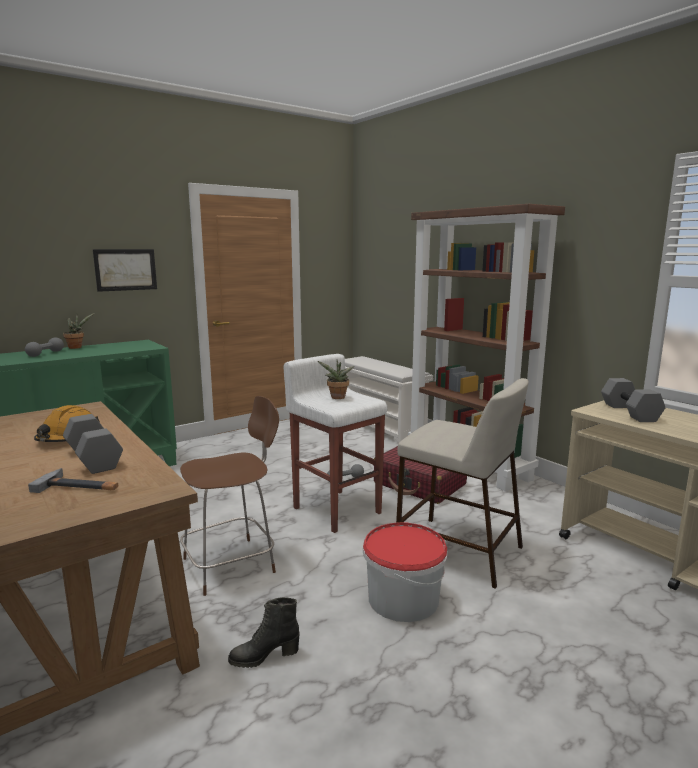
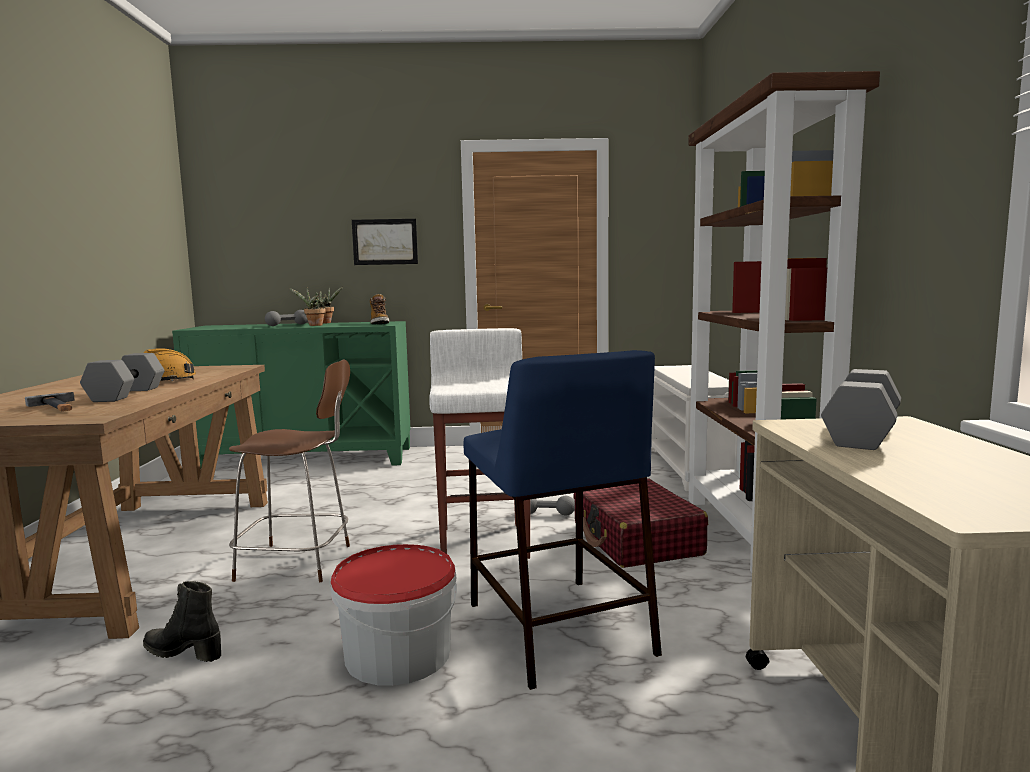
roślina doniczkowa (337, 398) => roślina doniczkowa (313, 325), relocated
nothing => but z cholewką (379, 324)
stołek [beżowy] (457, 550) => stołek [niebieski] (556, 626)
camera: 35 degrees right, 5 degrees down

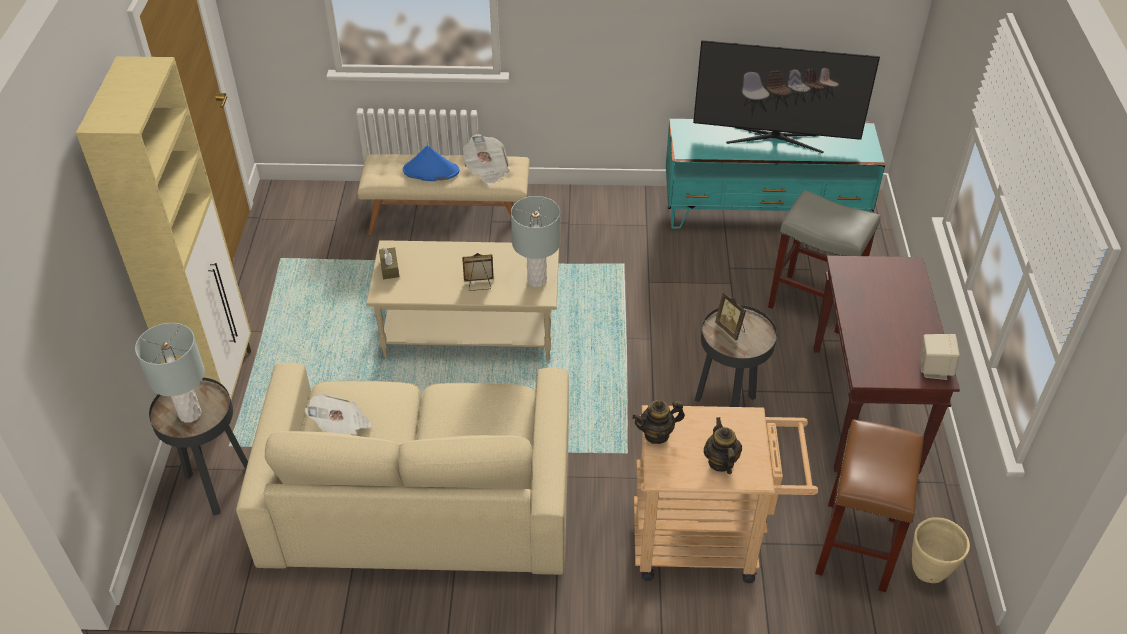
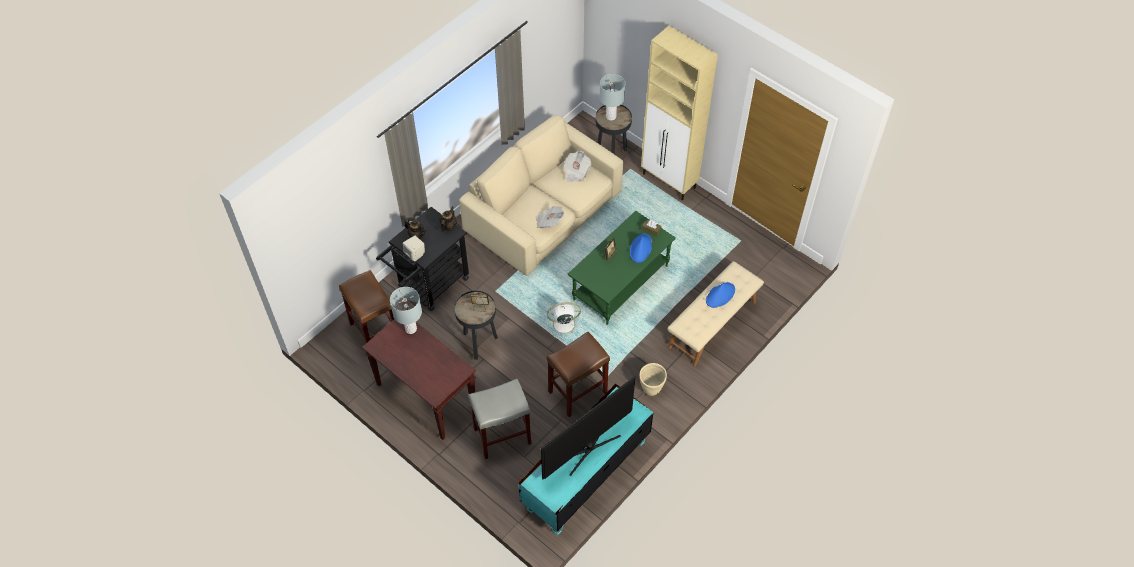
wózek [beżowy] (708, 541) => wózek [czarny] (429, 286)
lampa stołowa [szary] (536, 280) => lampa stołowa [szary] (411, 329), relocated
głośnik [beżowy] (933, 369) => głośnik [beżowy] (415, 254), relocated
gazeta (486, 170) => gazeta (549, 222), relocated
nothing => wentylator [biały] (562, 324)
nothing => stołek [brązowy] (577, 393)
ława [beżowy] (468, 332) => ława [zielony] (620, 282)
nothing => kapelusz [niebieski] (641, 248)
donica [beżowy] (929, 571) => donica [beżowy] (651, 389), relocated
camera: 130 degrees right, 10 degrees up

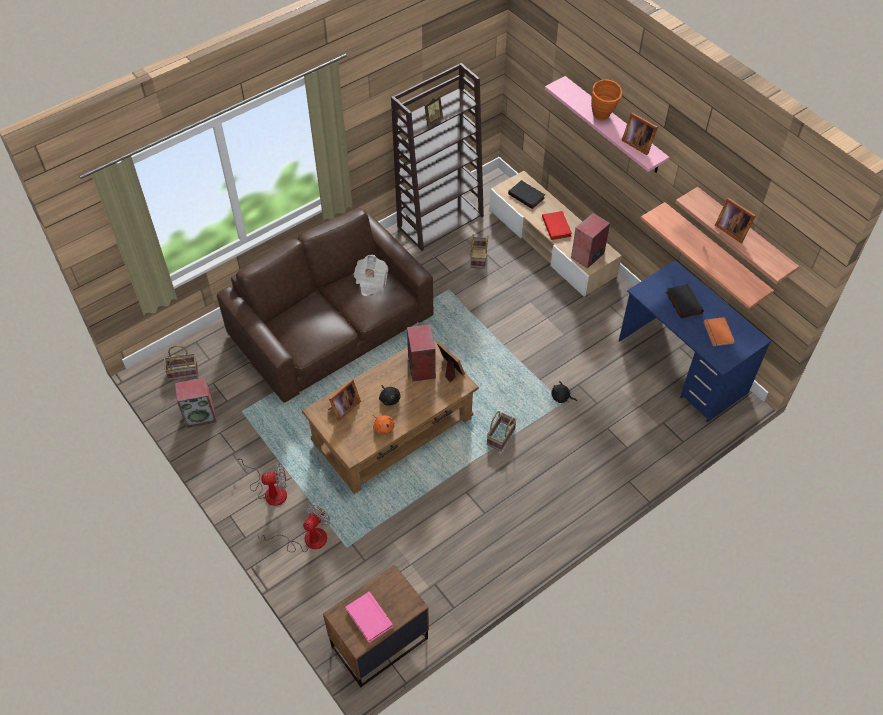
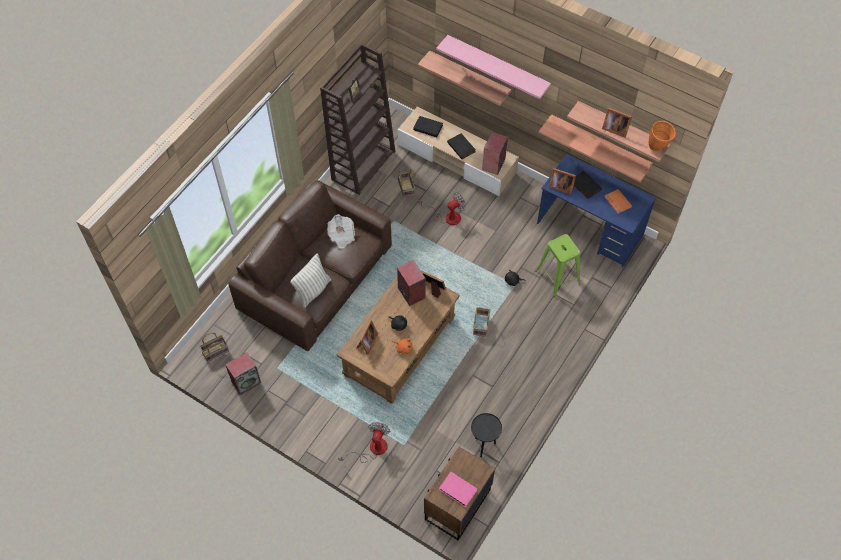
nothing => poduszka (313, 290)
nothing => półka (469, 77)
wentylator (270, 490) => wentylator (447, 217), relocated
książka [czerwony] (557, 227) => książka [czarny] (462, 147)
nothing => stolik [czarny] (484, 446)
nothing => stołek [zielony] (558, 277)
ramka na zdjęcie (637, 143) => ramka na zdjęcie (560, 186), relocated
wazon [pomarańczowy] (603, 117) => wazon [pomarańczowy] (658, 148), relocated
camera: 20 degrees left, 5 degrees up

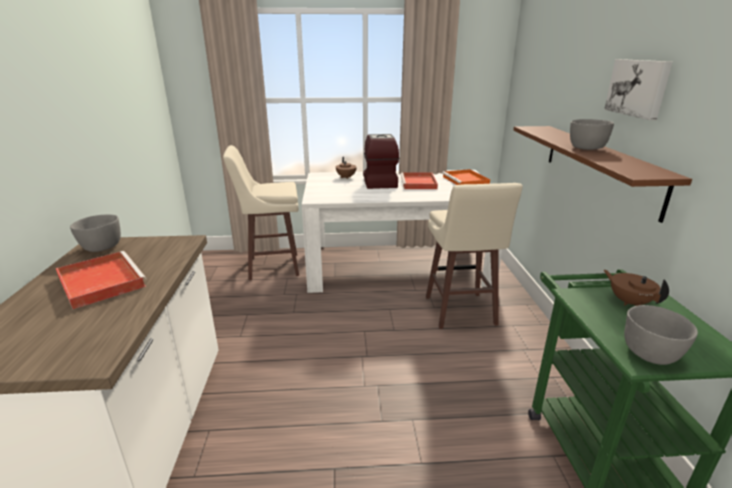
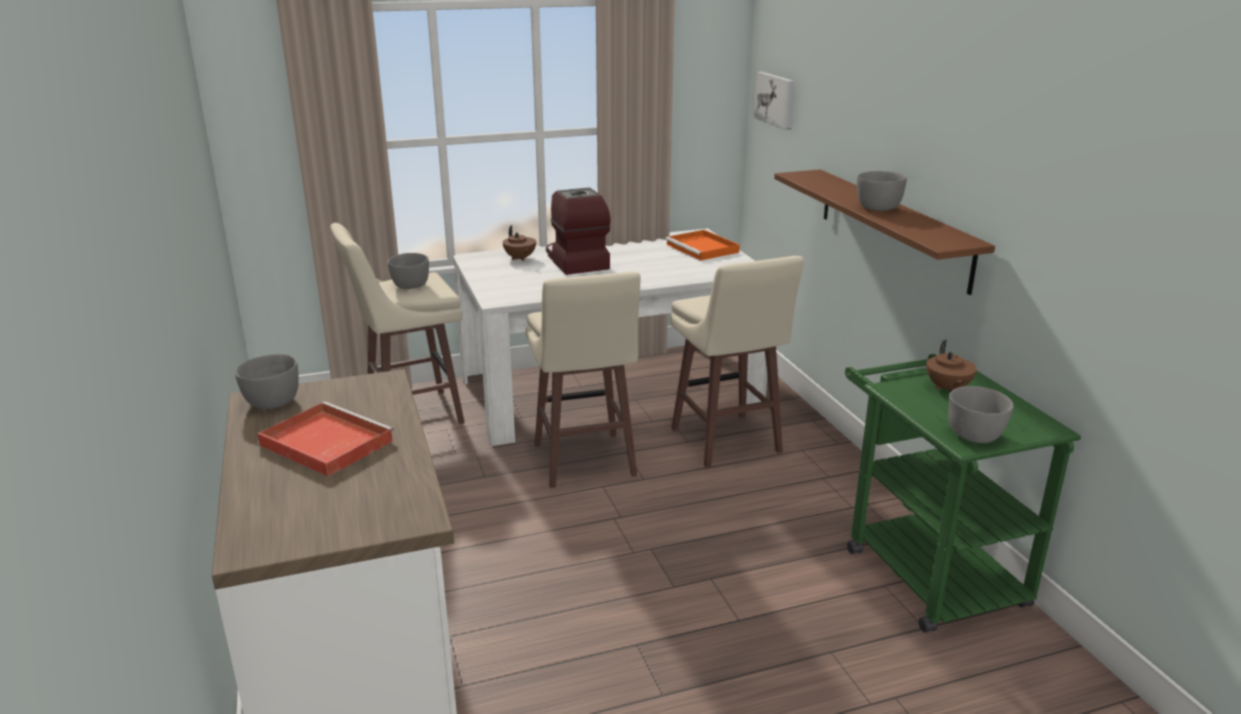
nothing => miska [szary] (410, 286)
nothing => stołek [beżowy] (584, 462)
obraz (638, 88) => obraz (776, 100), relocated
imbryk [brązowy] (629, 302) => imbryk [brązowy] (947, 388), 135 degrees counterclockwise
taca [czerwony] (419, 183) => nothing
camera: 15 degrees left, 0 degrees up

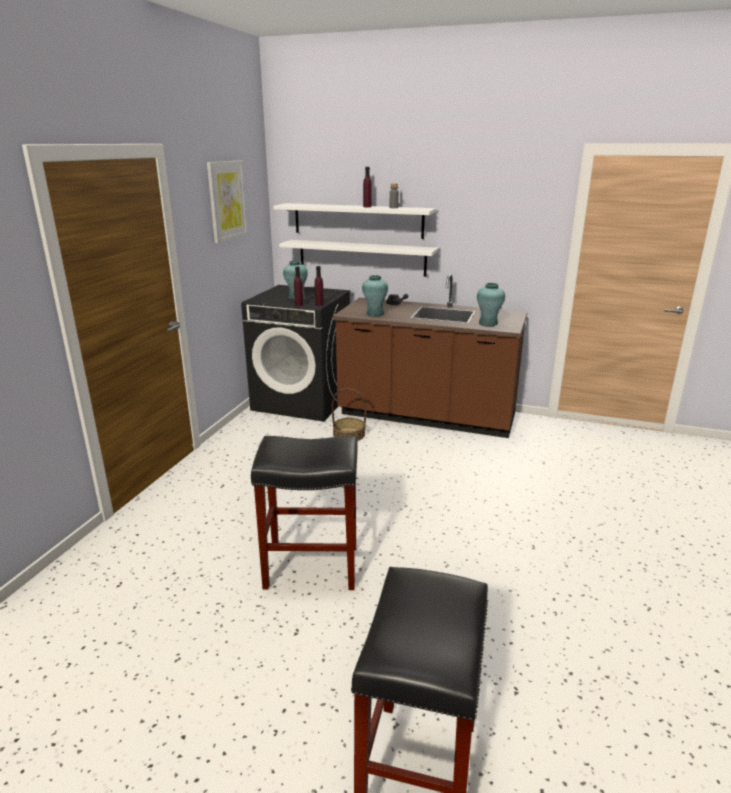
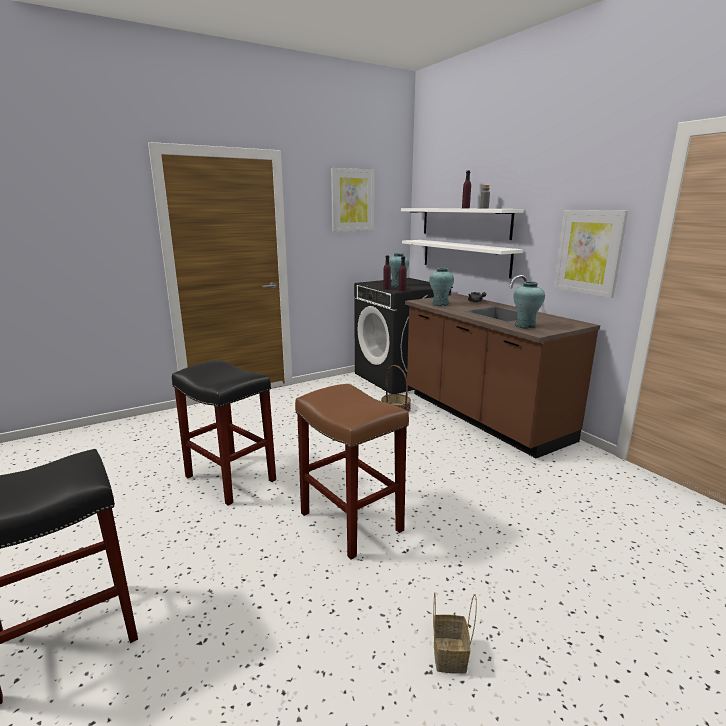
nothing => stołek [brązowy] (352, 522)
nothing => koszyk (450, 656)
nothing => obraz (589, 252)
camera: 40 degrees right, 5 degrees down

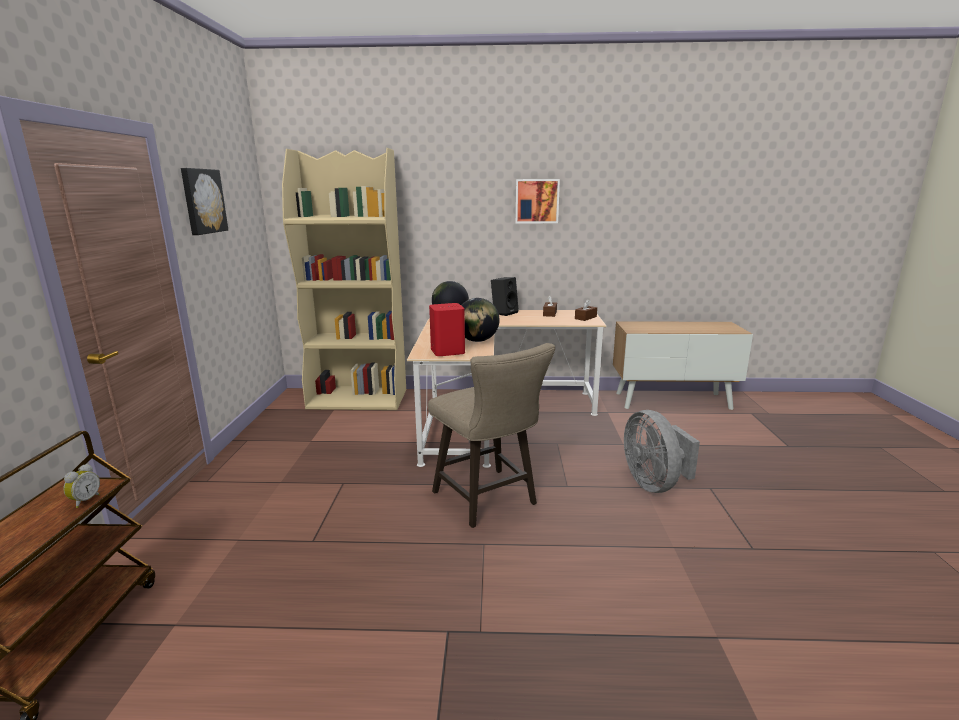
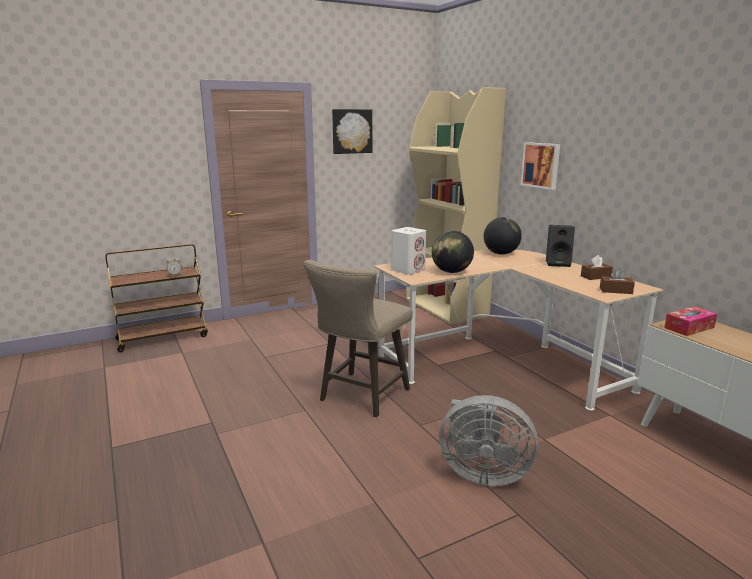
głośnik [czerwony] (447, 351) => głośnik [biały] (408, 270)
wentylator [szary] (654, 483) => wentylator [szary] (481, 473), 120 degrees counterclockwise
obraz (537, 201) => obraz (541, 165), relocated
nothing => pudełko chusteczek (689, 327)
camera: 60 degrees right, 0 degrees up

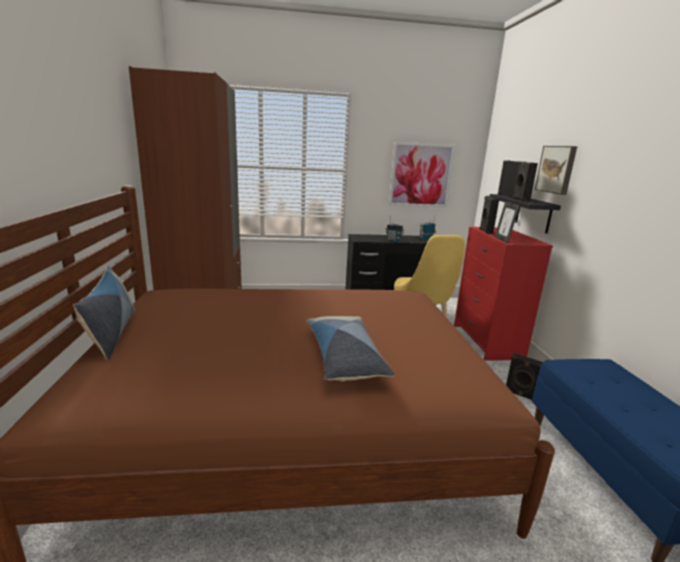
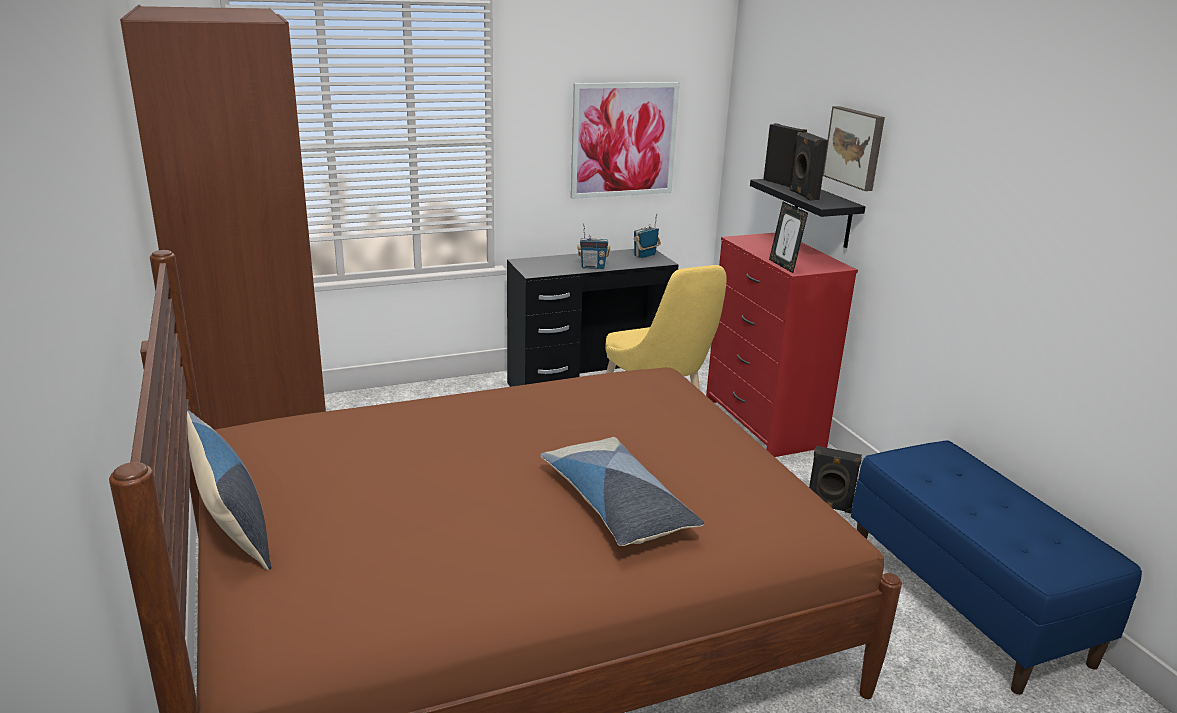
głośnik [czarny] (485, 231) => nothing
camera: 15 degrees left, 5 degrees up

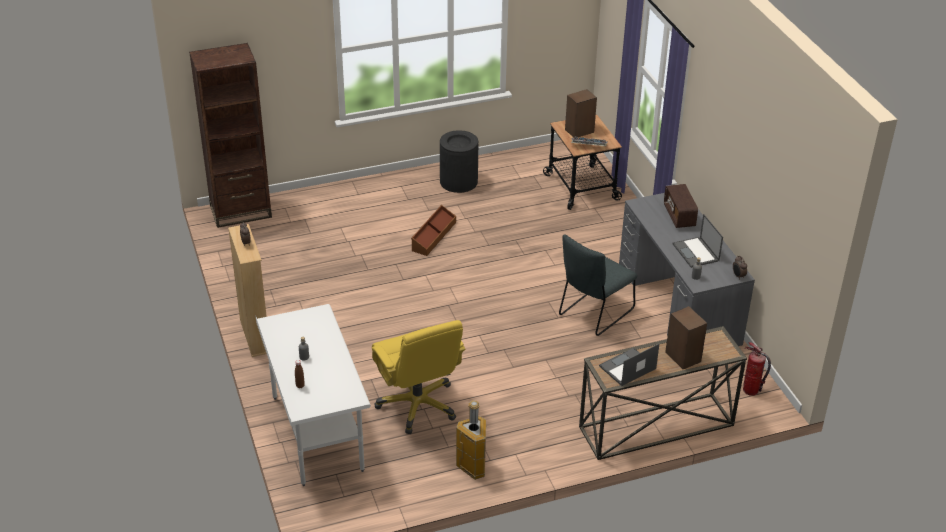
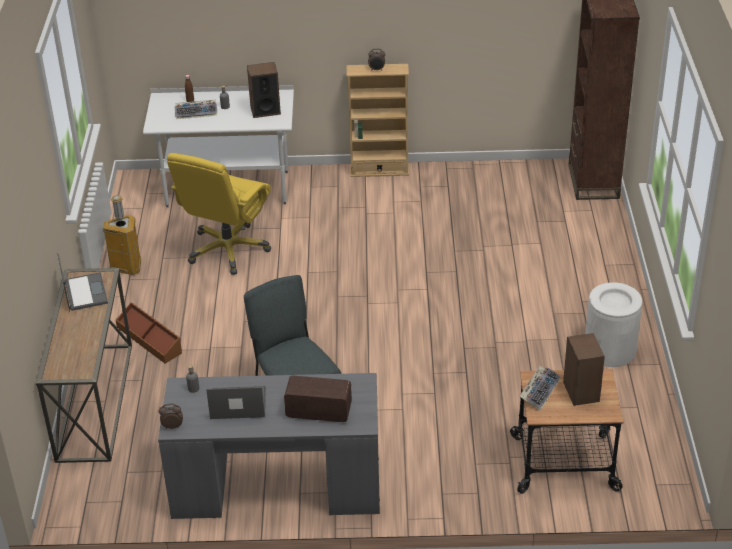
pojemnik do przechowywania [brązowy] (433, 236) => pojemnik do przechowywania [brązowy] (150, 339), relocated
krzesło biurowe [żółty] (418, 405) => krzesło biurowe [żółty] (228, 250), 60 degrees counterclockwise
nothing => klawiatura (197, 112)
głośnik (683, 357) => głośnik (265, 110), relocated
kosz na śmieci [czarny] (458, 181) => kosz na śmieci [biały] (610, 349)
gaśnica (750, 390) => nothing
camera: 110 degrees right, 0 degrees up

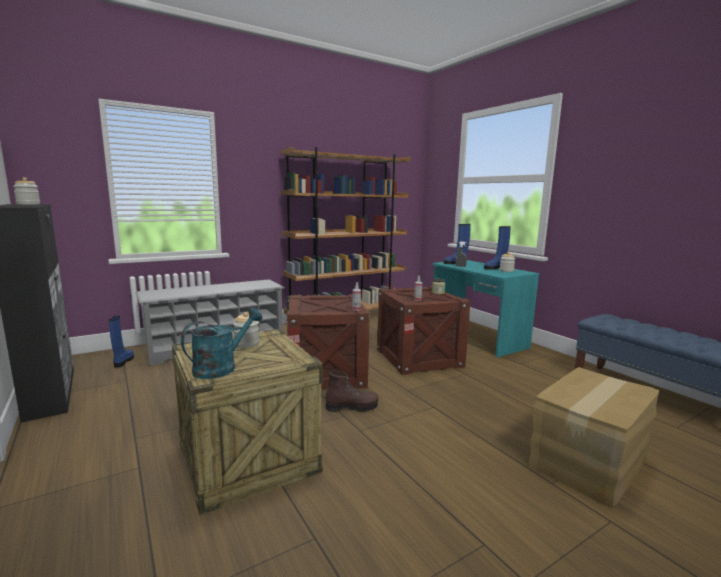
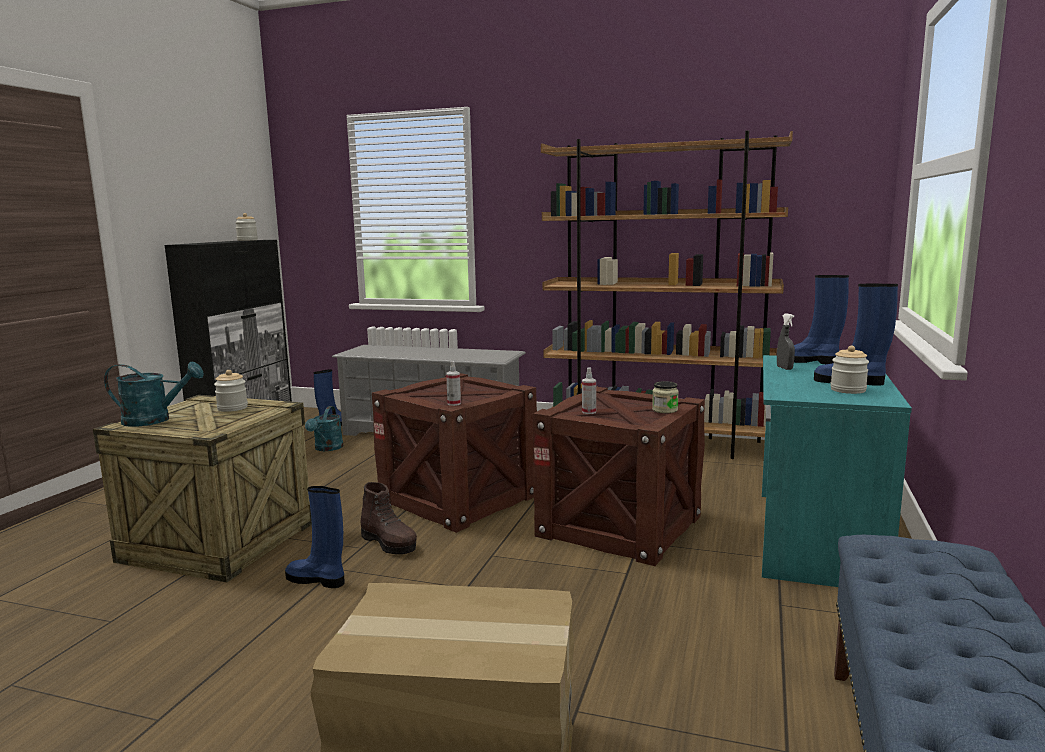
nothing => but z cholewką [niebieski] (317, 580)
nothing => konewka [turkusowy] (327, 448)
camera: 50 degrees right, 0 degrees up

